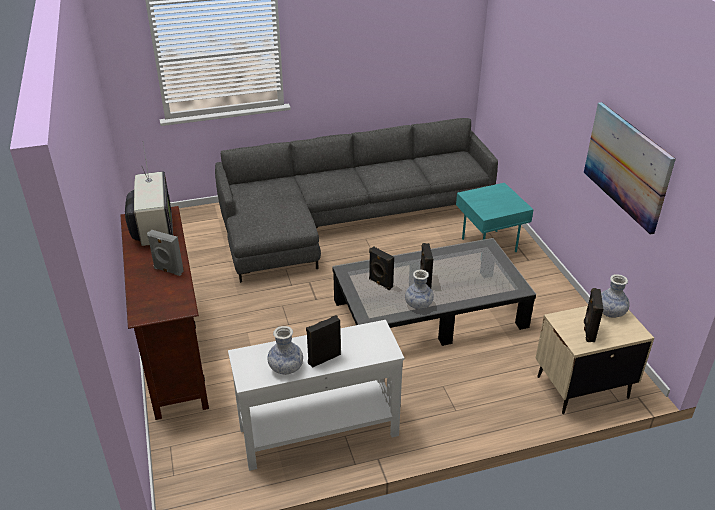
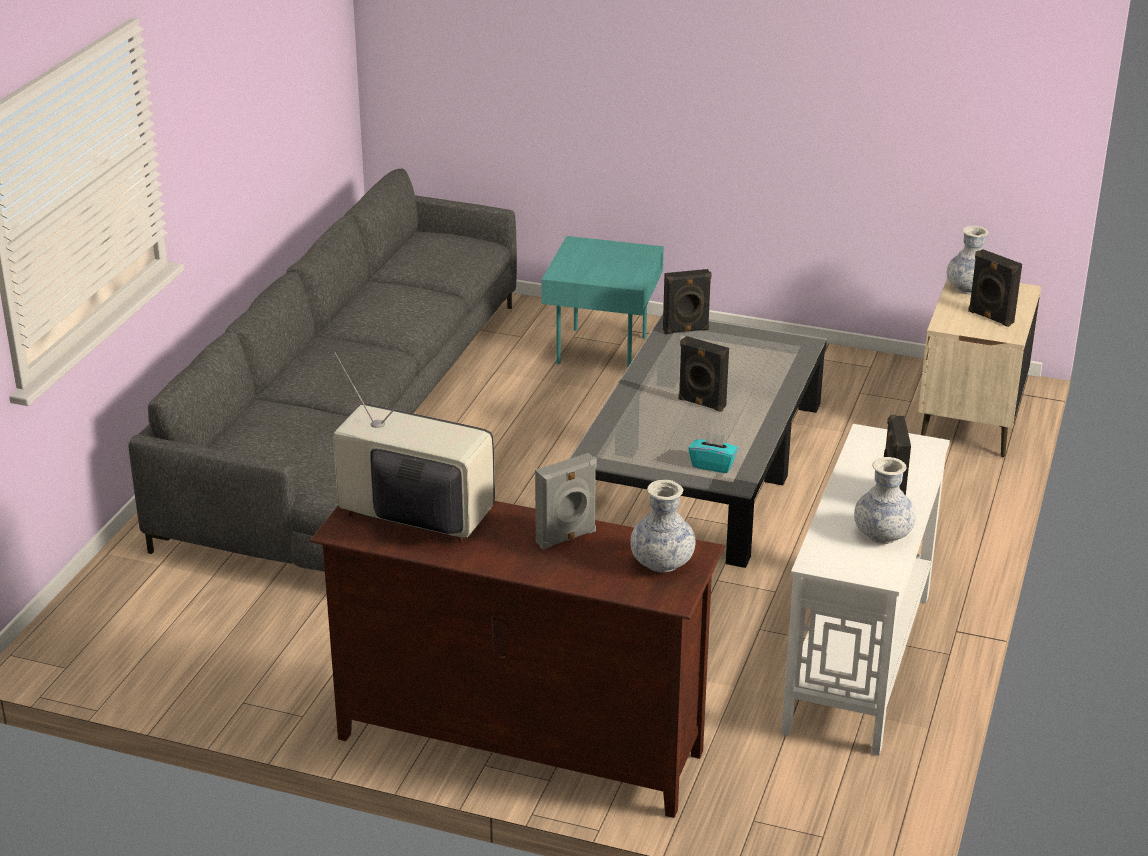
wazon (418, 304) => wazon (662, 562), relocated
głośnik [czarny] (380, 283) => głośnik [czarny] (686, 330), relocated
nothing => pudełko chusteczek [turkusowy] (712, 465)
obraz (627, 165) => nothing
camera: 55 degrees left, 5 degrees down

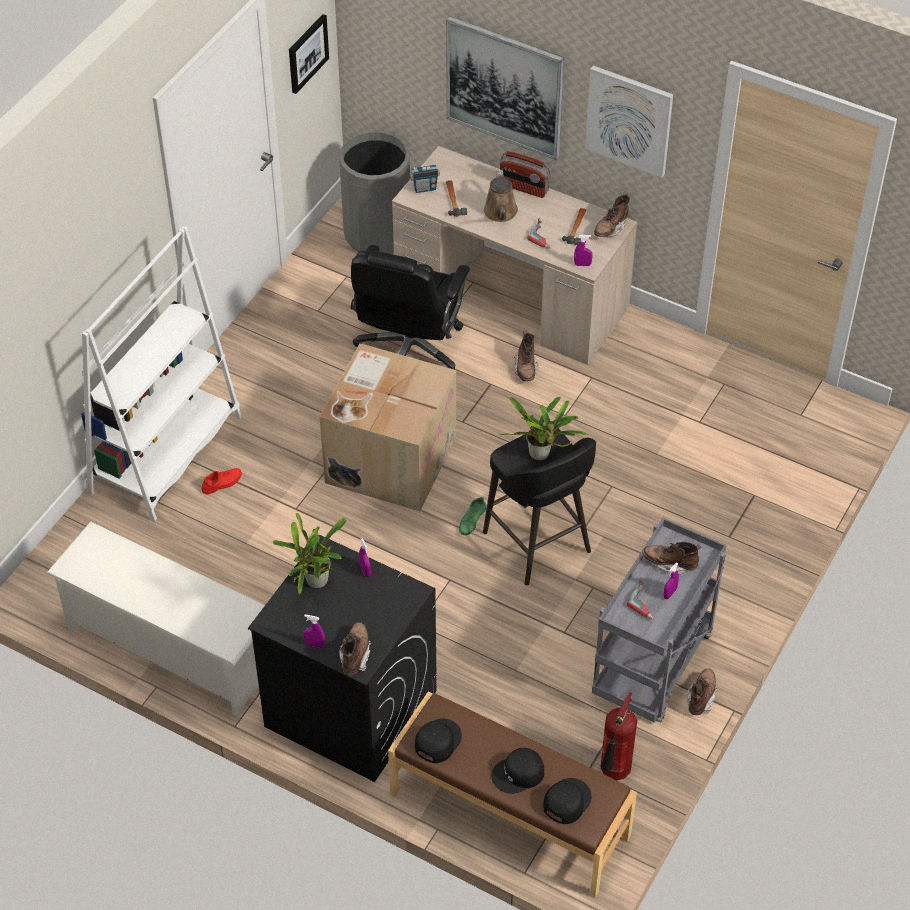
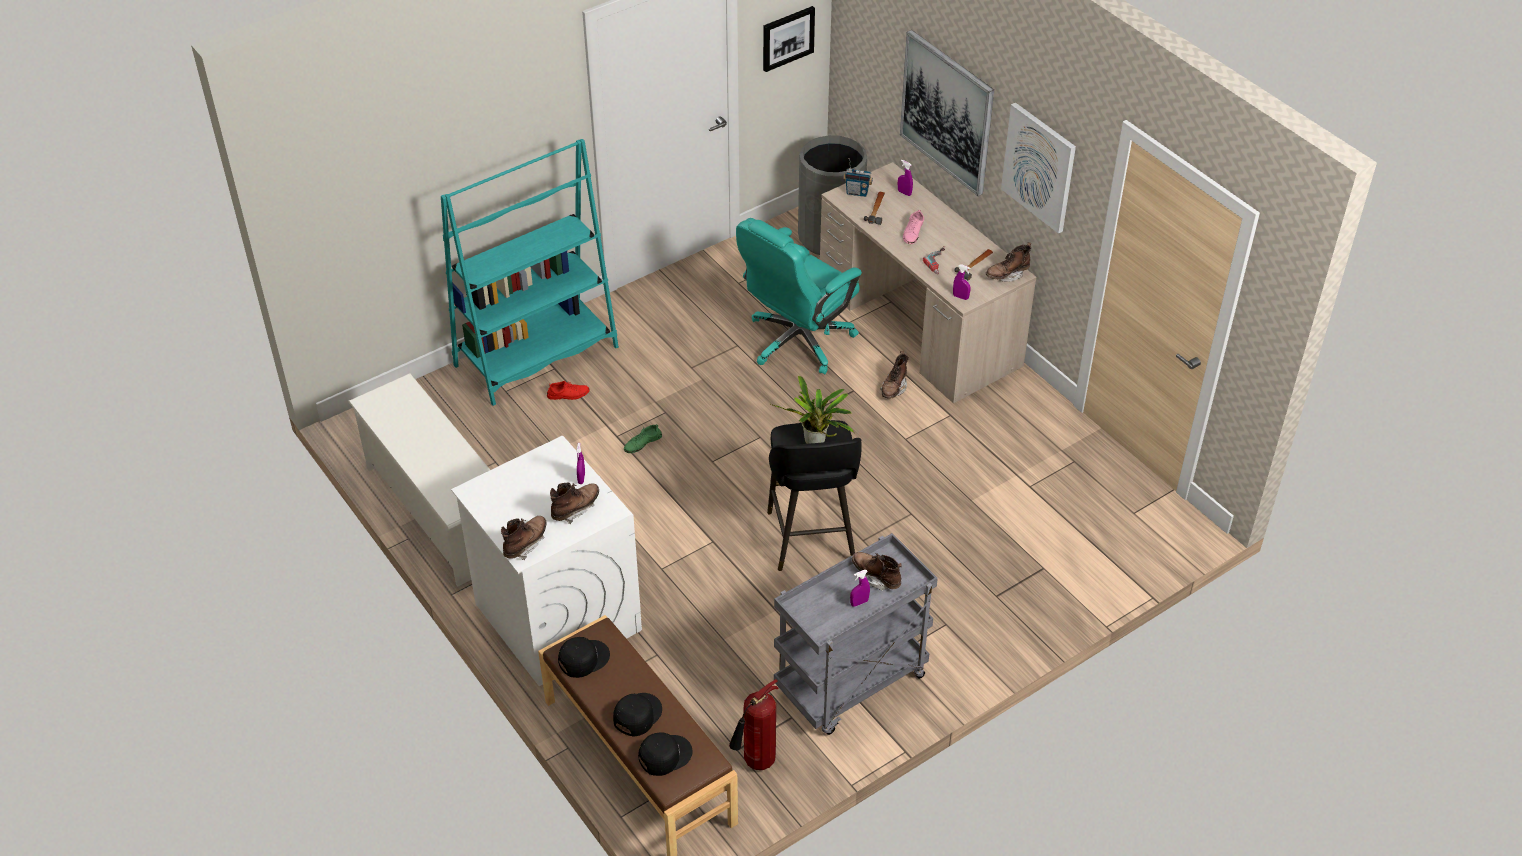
regał [biały] (166, 455) => regał [turkusowy] (537, 356)
pralka [czarny] (349, 708) => pralka [biały] (557, 616)
but z cholewką [brązowy] (701, 697) => but z cholewką [brązowy] (575, 509), relocated
czapka z daszkiem [czarny] (518, 774) => czapka z daszkiem [czarny] (636, 714), 120 degrees clockwise
but [zielony] (472, 520) => but [zielony] (642, 443), relocated
krzesło biurowe [czarny] (410, 351) => krzesło biurowe [turkusowy] (798, 340)
spryskiwacz [fioletowy] (315, 644) => spryskiwacz [fioletowy] (904, 193), relocated
konewka [brązowy] (501, 213) => but [różowy] (913, 232)
roślina doniczkowa (315, 583) => nothing
karton (390, 458) => nothing
radio (523, 188) => nothing
wiertarka (646, 601) => nothing
camera: 25 degrees right, 5 degrees down

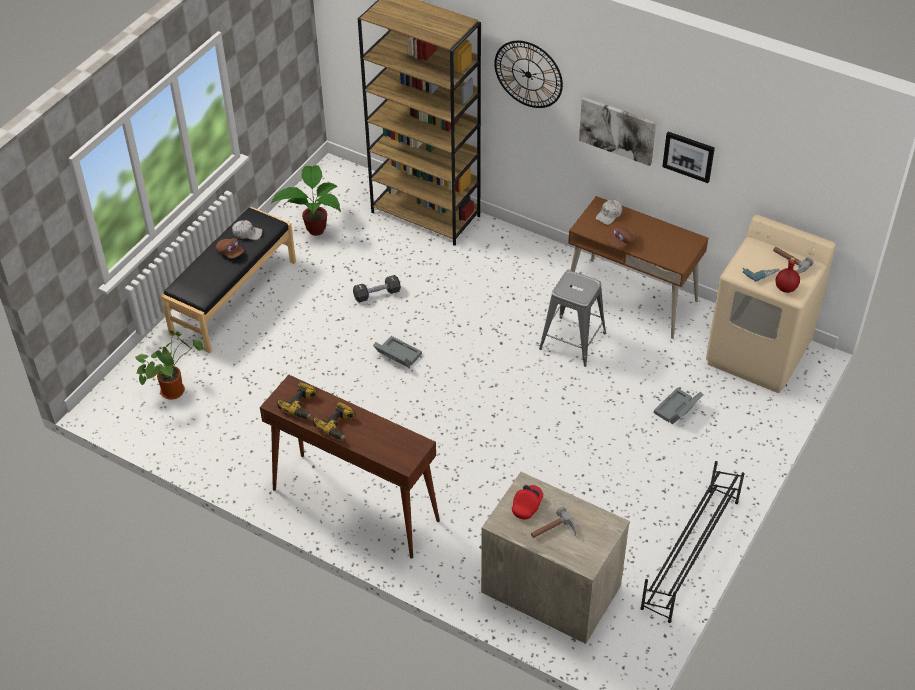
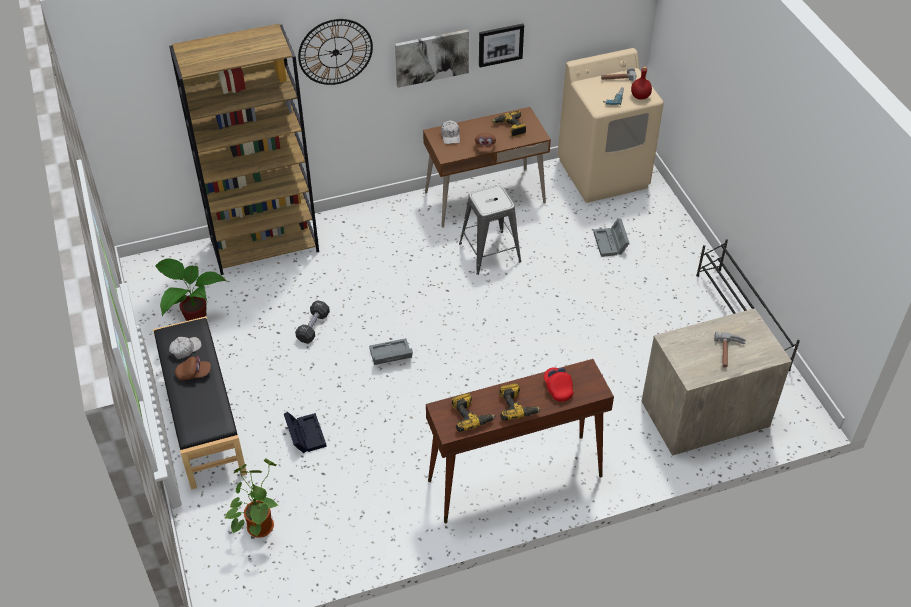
nothing => pojemnik do przechowywania [czarny] (305, 434)
nothing => wiertarka (510, 127)
czapka z daszkiem [czerwony] (527, 506) => czapka z daszkiem [czerwony] (558, 388), relocated
camera: 50 degrees left, 0 degrees up

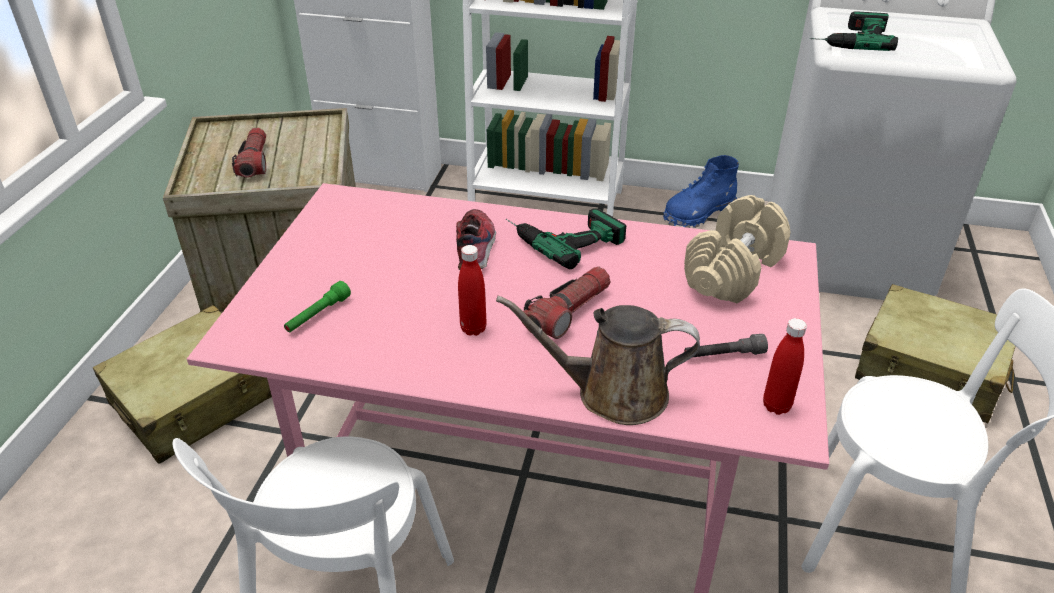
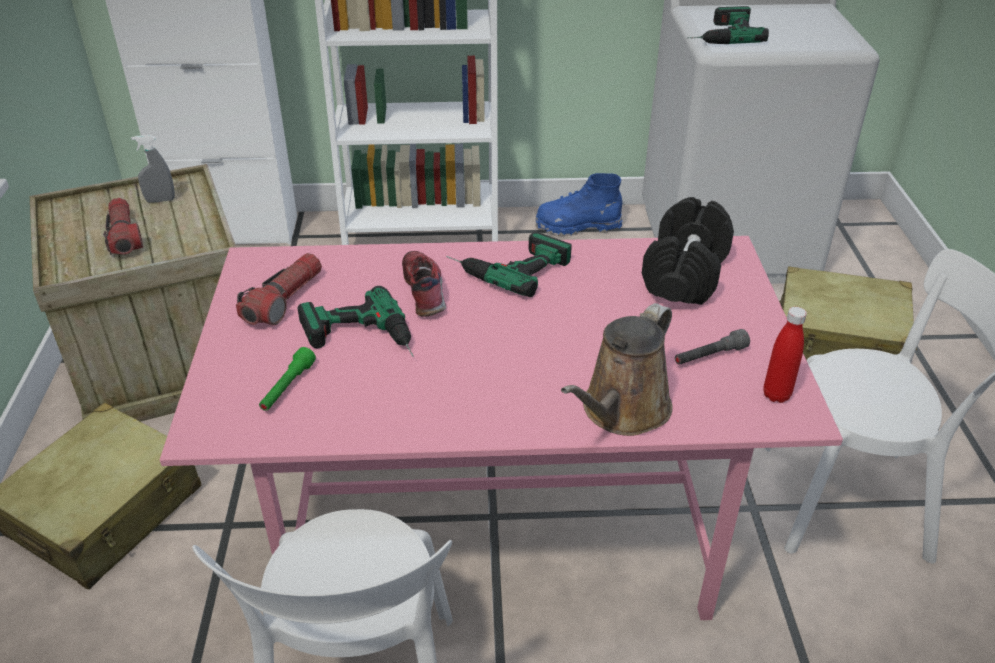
nothing => spryskiwacz [szary] (160, 200)
latarka (568, 312) => latarka (284, 300), relocated
nothing => wiertarka (361, 340)
but z cholewką [niebieski] (698, 213) => but z cholewką [niebieski] (577, 226), 45 degrees clockwise
konewka [brązowy] (612, 393) => konewka [brązowy] (622, 411), 45 degrees counterclockwise
hantel [beżowy] (733, 270) => hantel [czarny] (684, 273)
butelka [czerwony] (473, 329) => nothing
camera: 15 degrees left, 0 degrees up

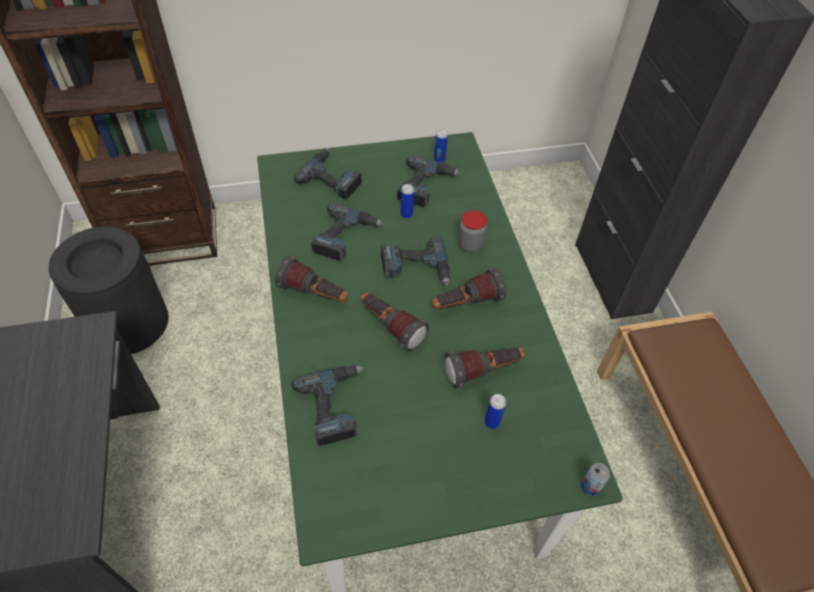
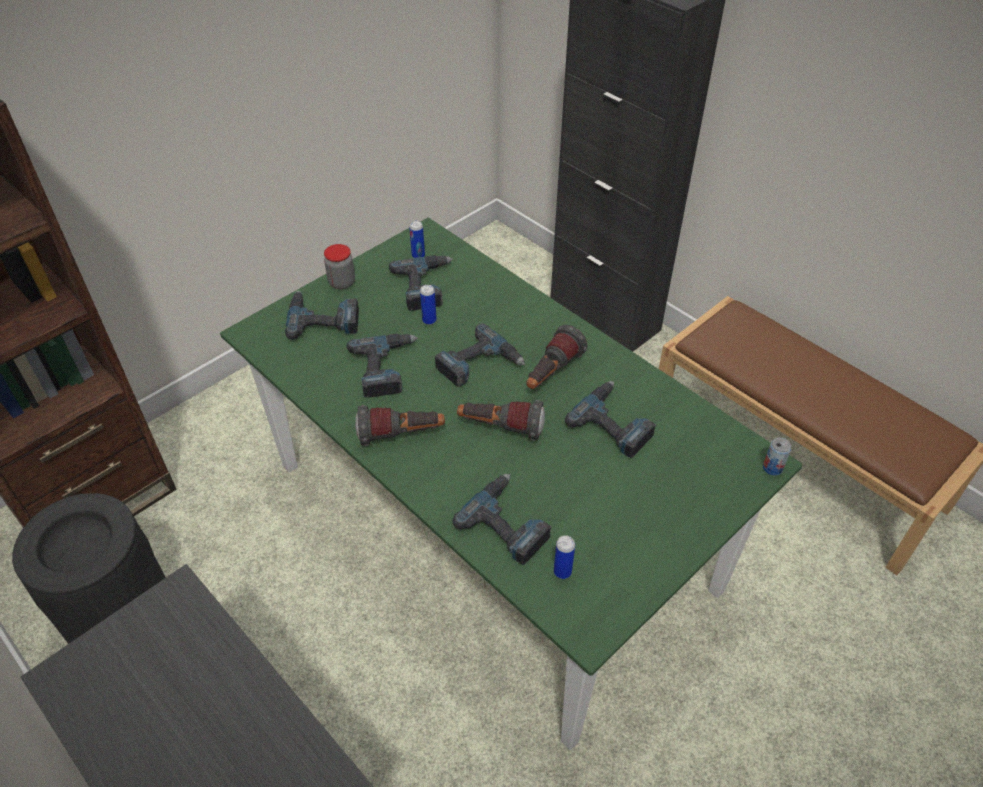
słoik (470, 245) => słoik (342, 282), relocated
puszka (492, 422) => puszka (562, 572), relocated
latarka (483, 372) => wiertarka (614, 423)
camera: 30 degrees left, 5 degrees down

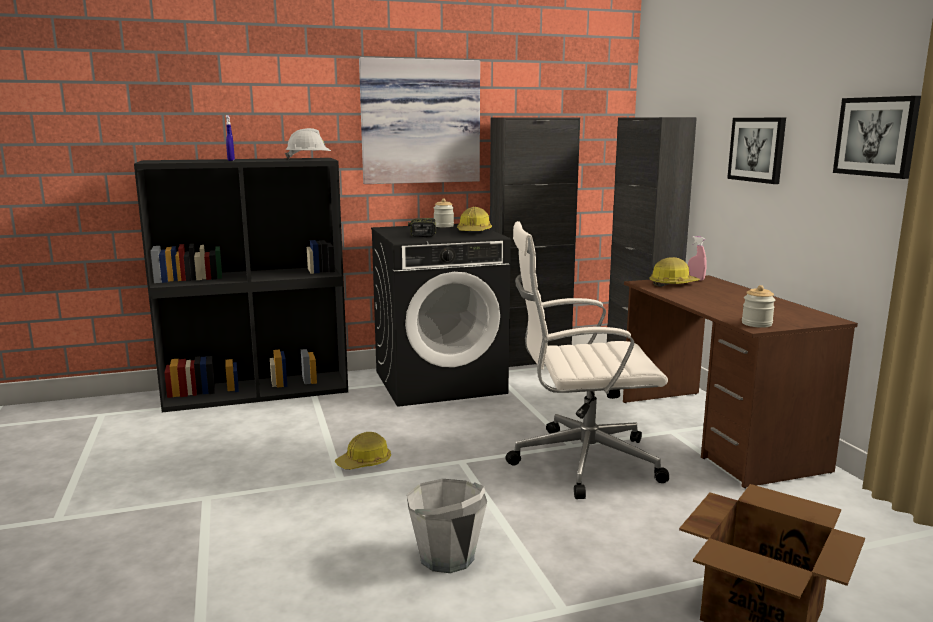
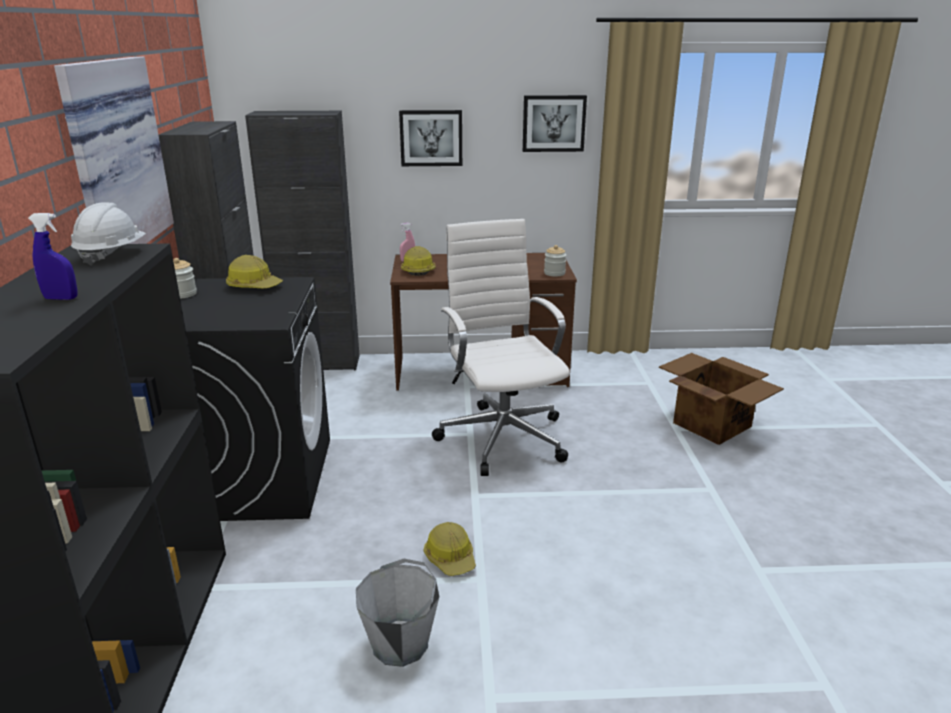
wiadro [szary] (447, 557) => wiadro [szary] (400, 644), relocated
krzesło biurowe [biały] (580, 461) => krzesło biurowe [biały] (502, 436), 150 degrees clockwise
wiertarka (422, 234) => nothing
camera: 75 degrees left, 10 degrees up

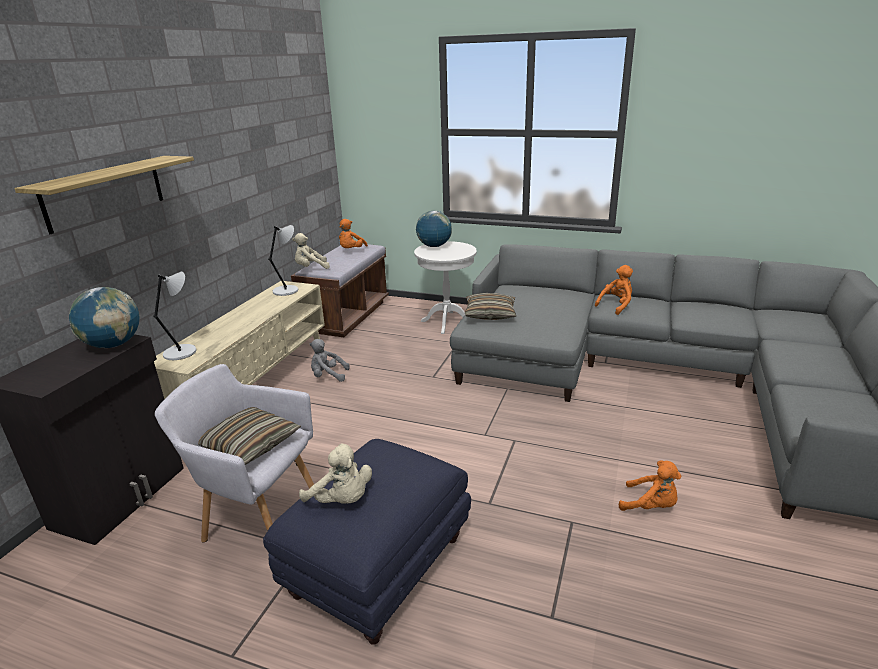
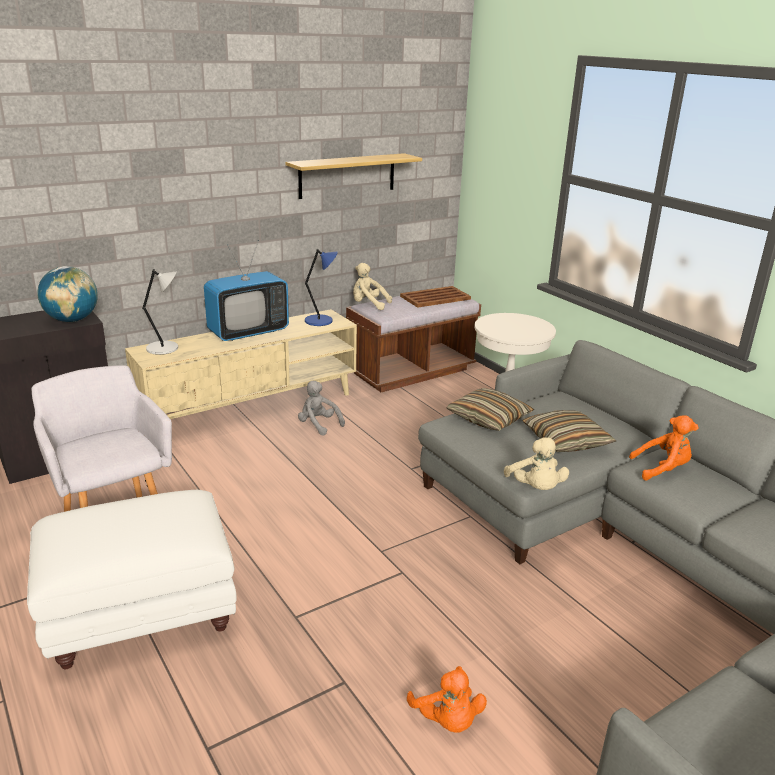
pufa [niebieski] (378, 570) => pufa [biały] (139, 615)
nothing => telewizor (248, 332)
półka (105, 193) => półka (347, 175), relocated
lampa stołowa [szary] (287, 290) => lampa stołowa [niebieski] (320, 321)
pluszak [pomarańczowy] (351, 250) => taca [brązowy] (434, 298)
pluszak [beżowy] (342, 500) => pluszak [beżowy] (535, 488), relocated
poduszka (250, 445) => poduszka (566, 440), relocated
globus (434, 246) => nothing
camera: 35 degrees right, 0 degrees up

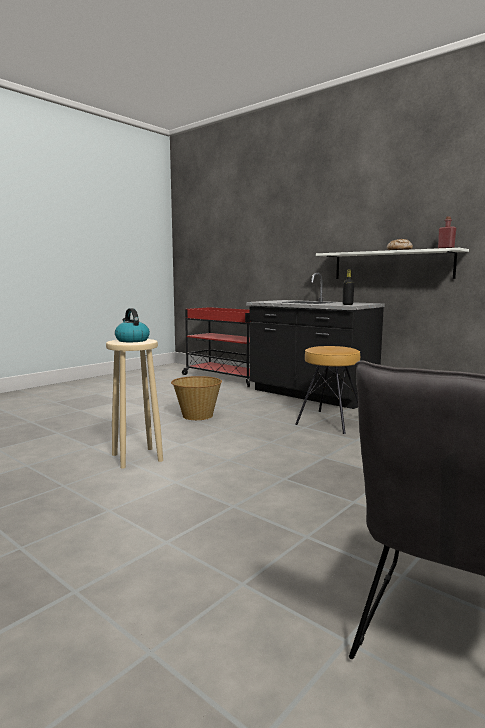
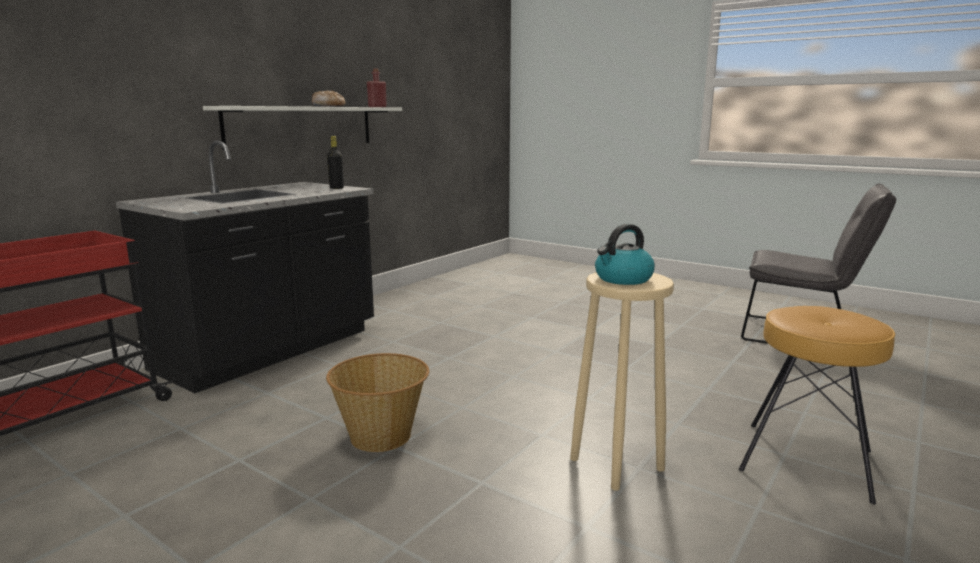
stołek [brązowy] (330, 421) => stołek [brązowy] (806, 461), relocated
camera: 95 degrees left, 5 degrees up

